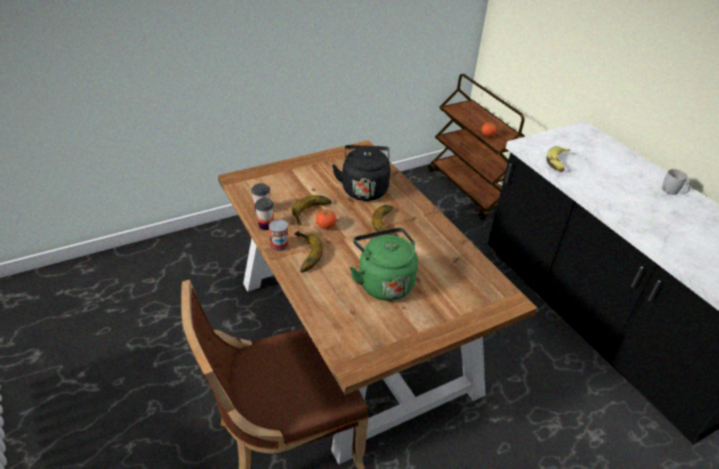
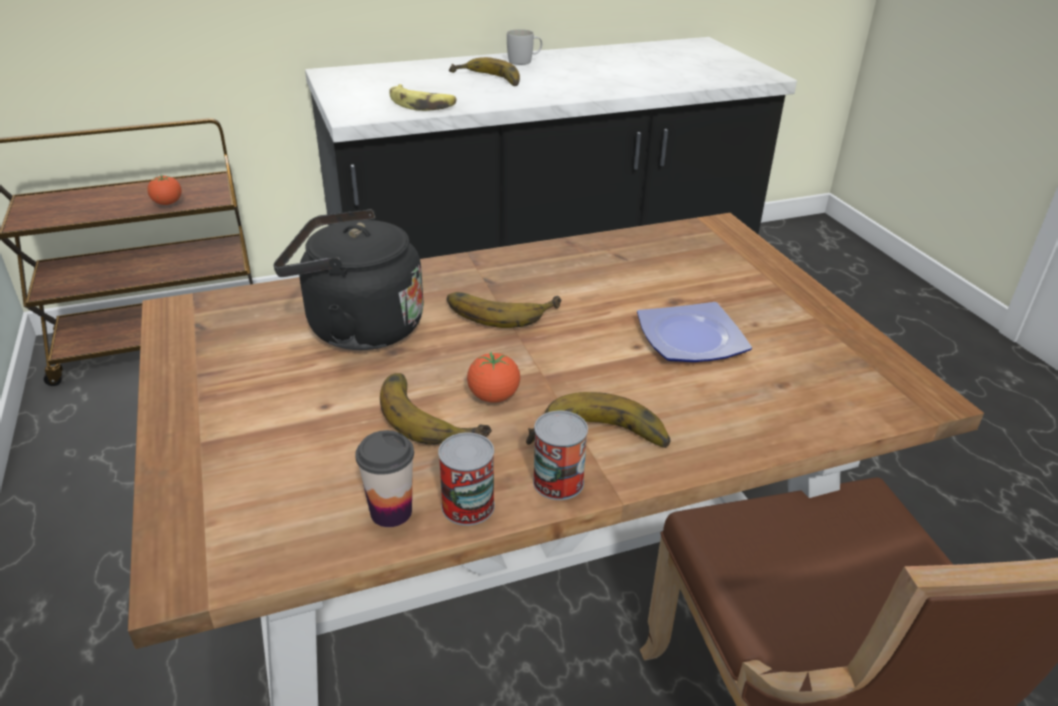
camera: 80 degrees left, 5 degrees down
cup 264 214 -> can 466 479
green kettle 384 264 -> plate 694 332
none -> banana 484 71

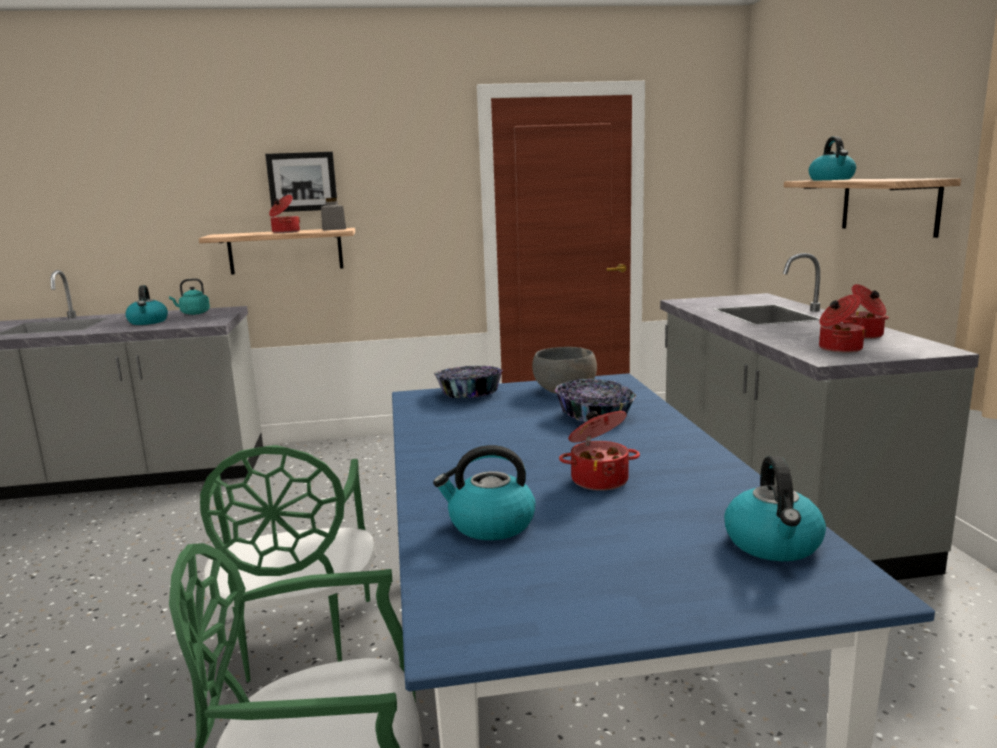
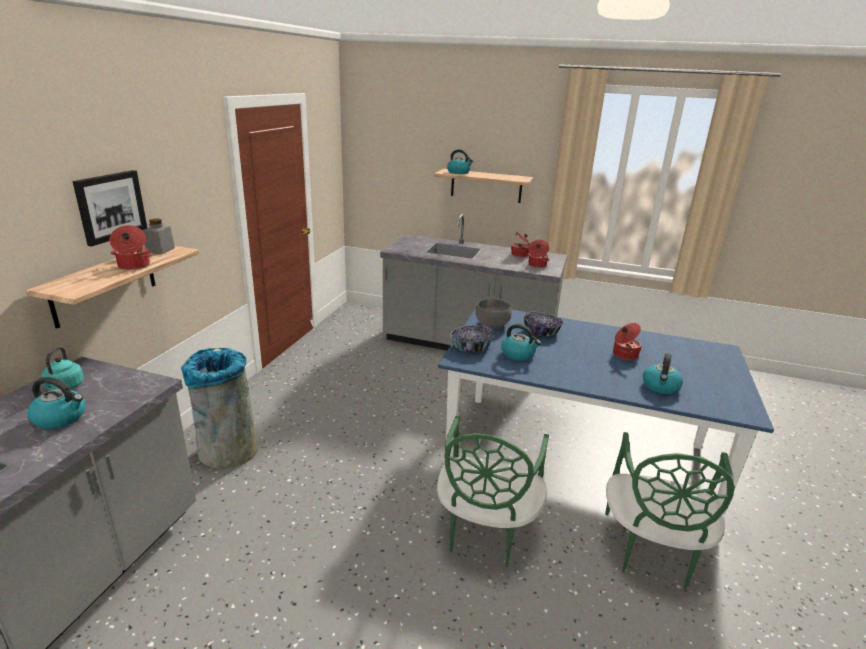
camera: 65 degrees left, 10 degrees up
green chair 288 563 -> green chair 493 491, 90 degrees clockwise
kettle 775 508 -> kettle 521 342, moved
none -> grey trash can 219 408

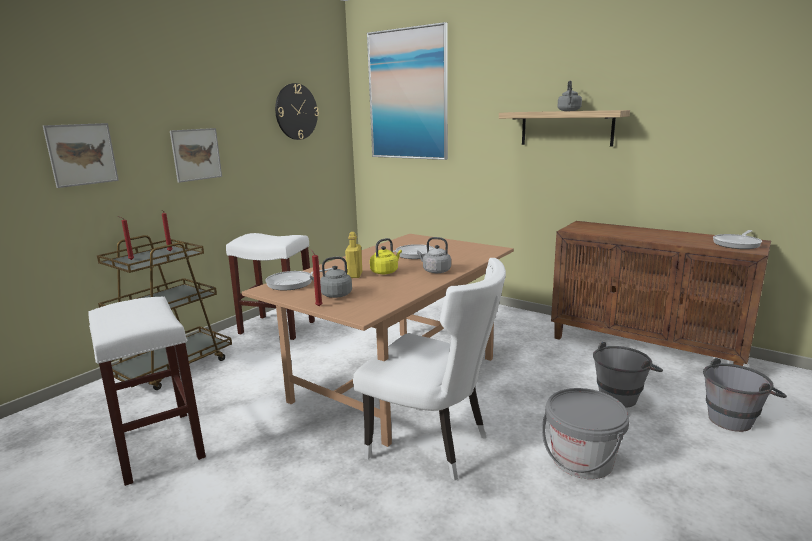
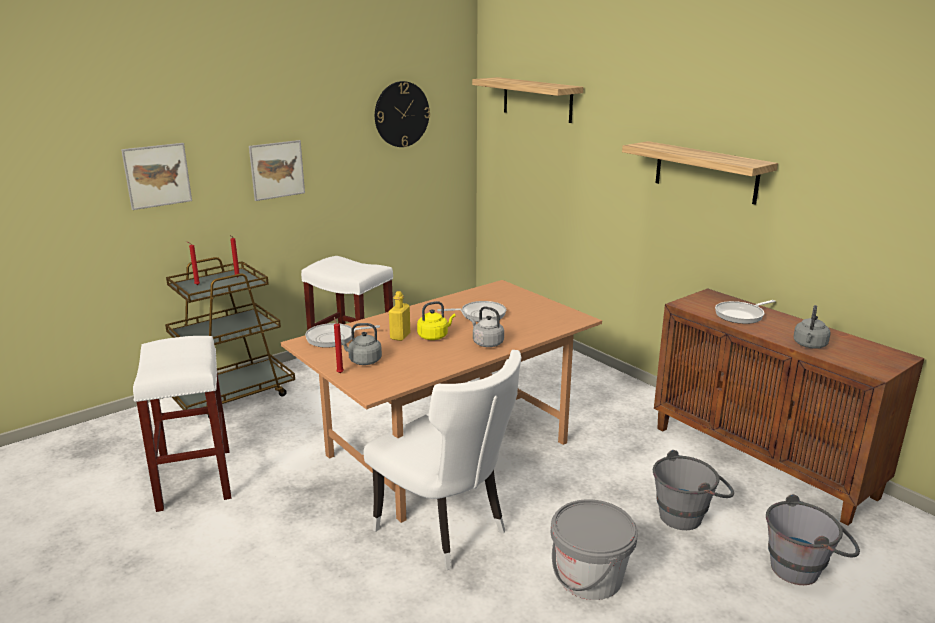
camera: 15 degrees right, 5 degrees up
picture 407 91 -> shelf 528 100
grey kettle 569 96 -> grey kettle 812 327, moved
frying pan 737 239 -> frying pan 745 312, moved

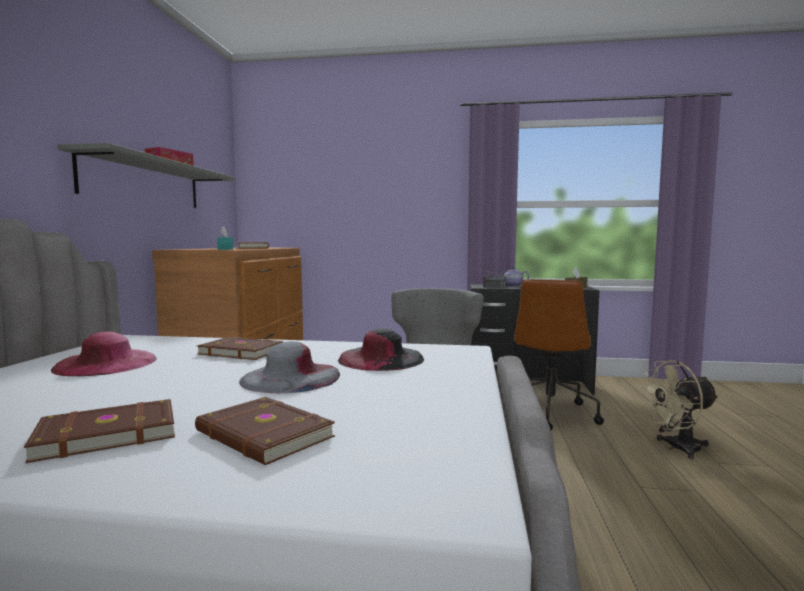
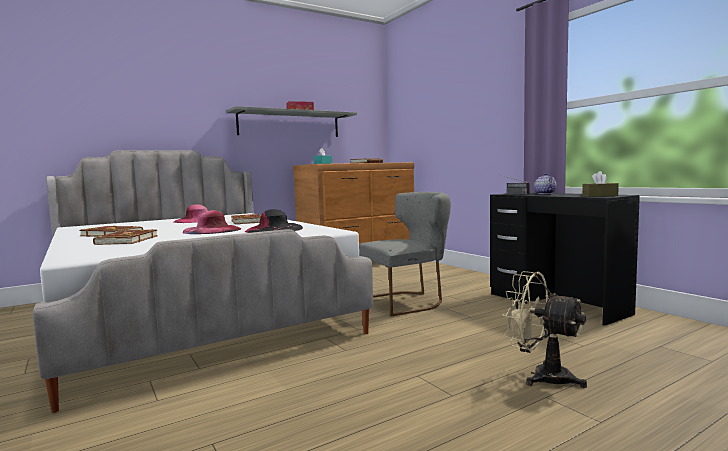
camera: 50 degrees right, 0 degrees up
grey hat 289 367 -> pink hat 212 222
brown office chair 559 354 -> none

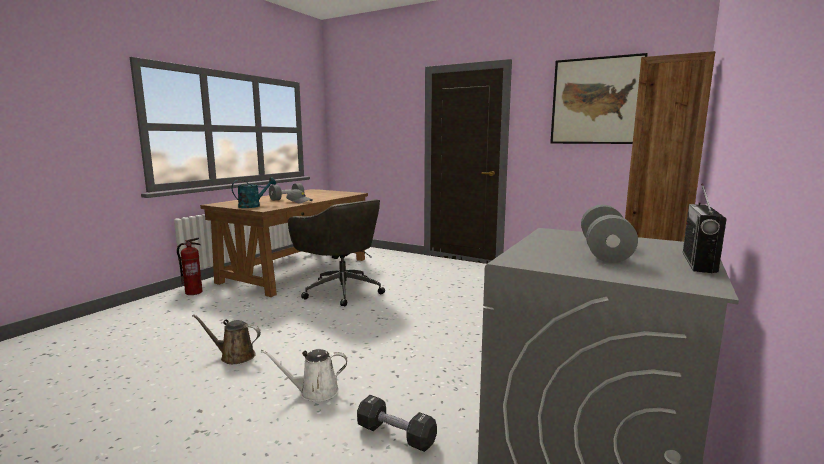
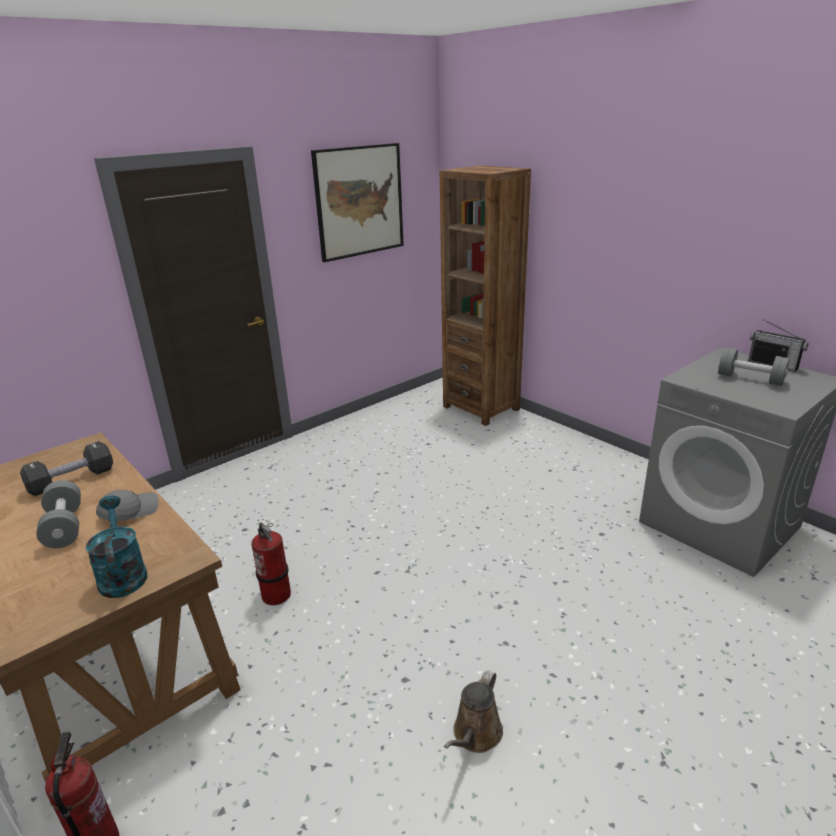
camera: 70 degrees left, 15 degrees up
white watering can 304 375 -> none
grey office chair 336 252 -> fire extinguisher 271 564
black dumbbell 397 423 -> black dumbbell 66 468, moved

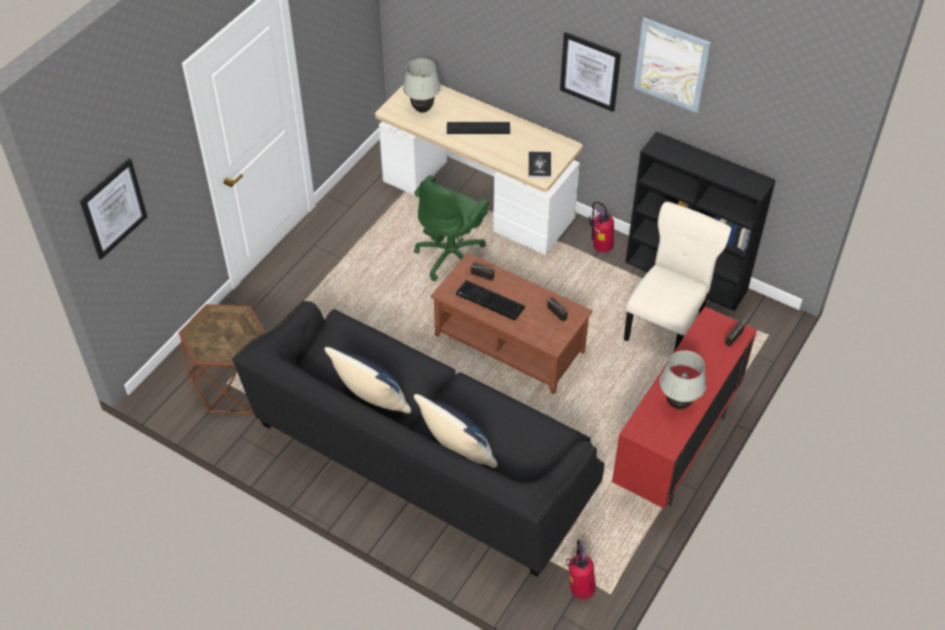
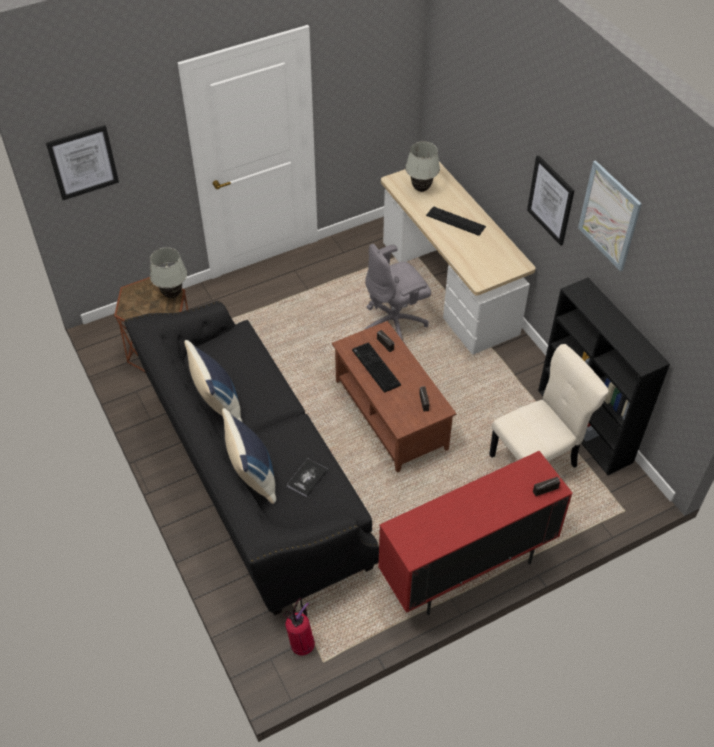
camera: 30 degrees right, 0 degrees up
green office chair 452 228 -> grey office chair 398 294
book 539 164 -> book 307 478, moved
fire extinguisher 601 227 -> none
white table lamp 682 379 -> white table lamp 168 272, moved

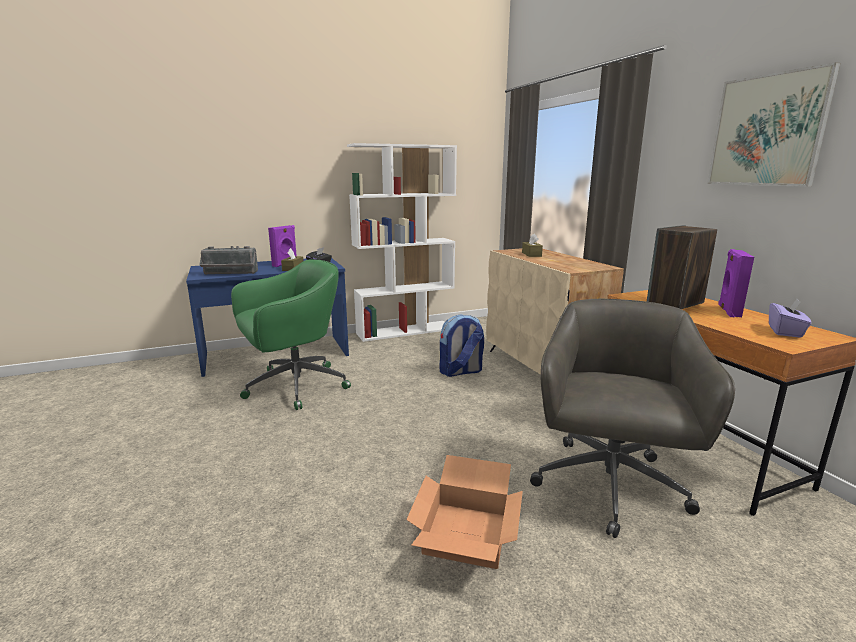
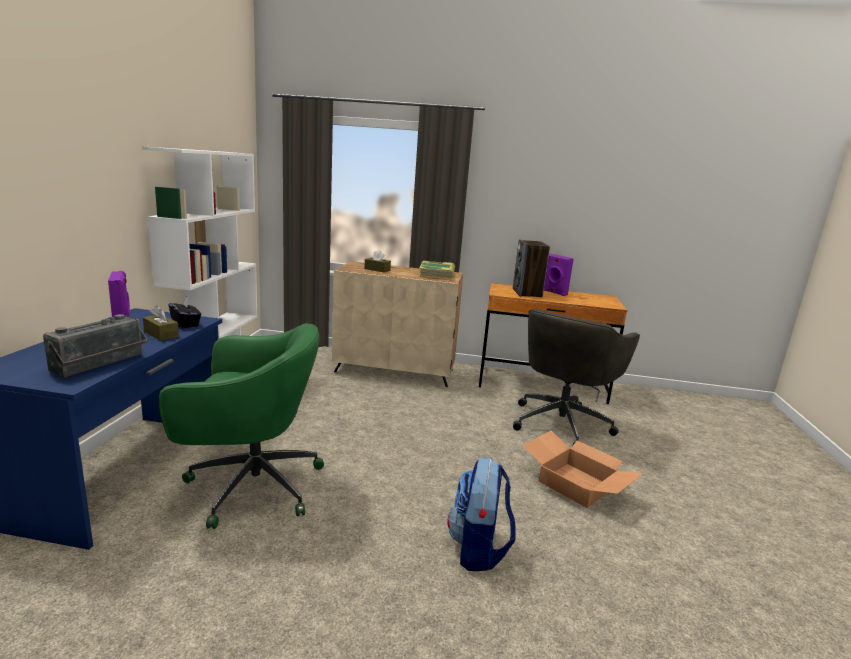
camera: 60 degrees left, 0 degrees up
green office chair 291 334 -> green office chair 241 426, 90 degrees clockwise
backpack 461 346 -> backpack 481 514, moved
grey office chair 632 418 -> grey office chair 576 377, 105 degrees counterclockwise
picture 773 124 -> none
purple tissue box 790 318 -> none
none -> book 437 270

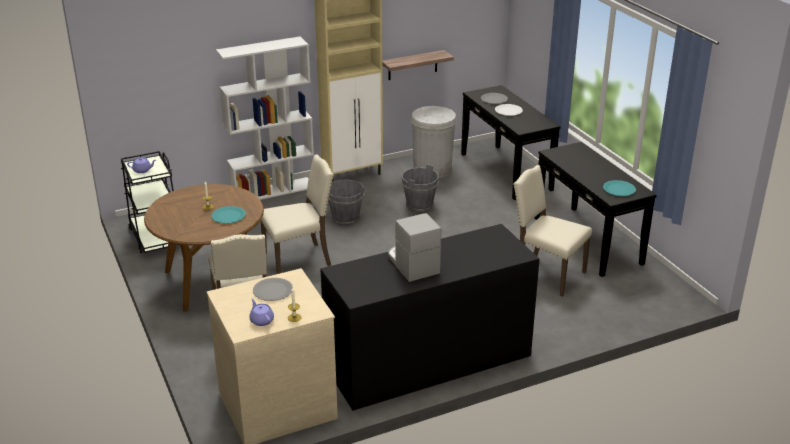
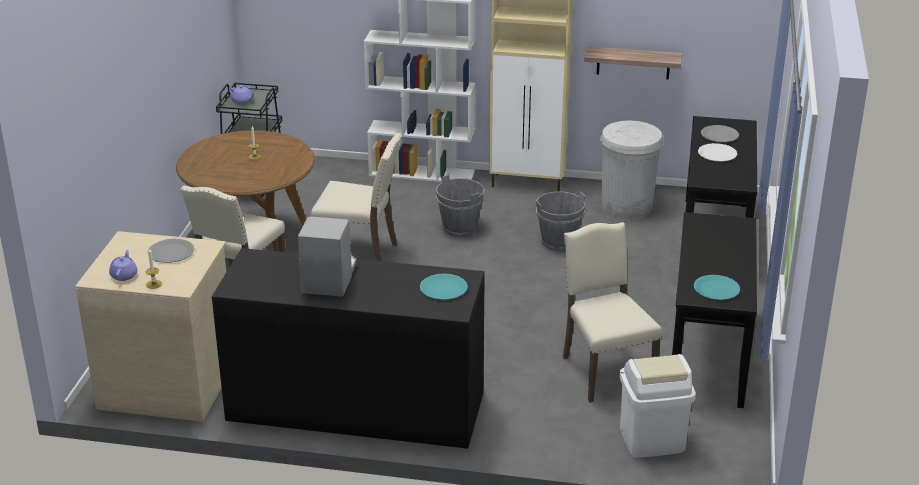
camera: 35 degrees right, 0 degrees up
turquoise plate 229 215 -> turquoise plate 444 286, moved
none -> white trash can 658 406

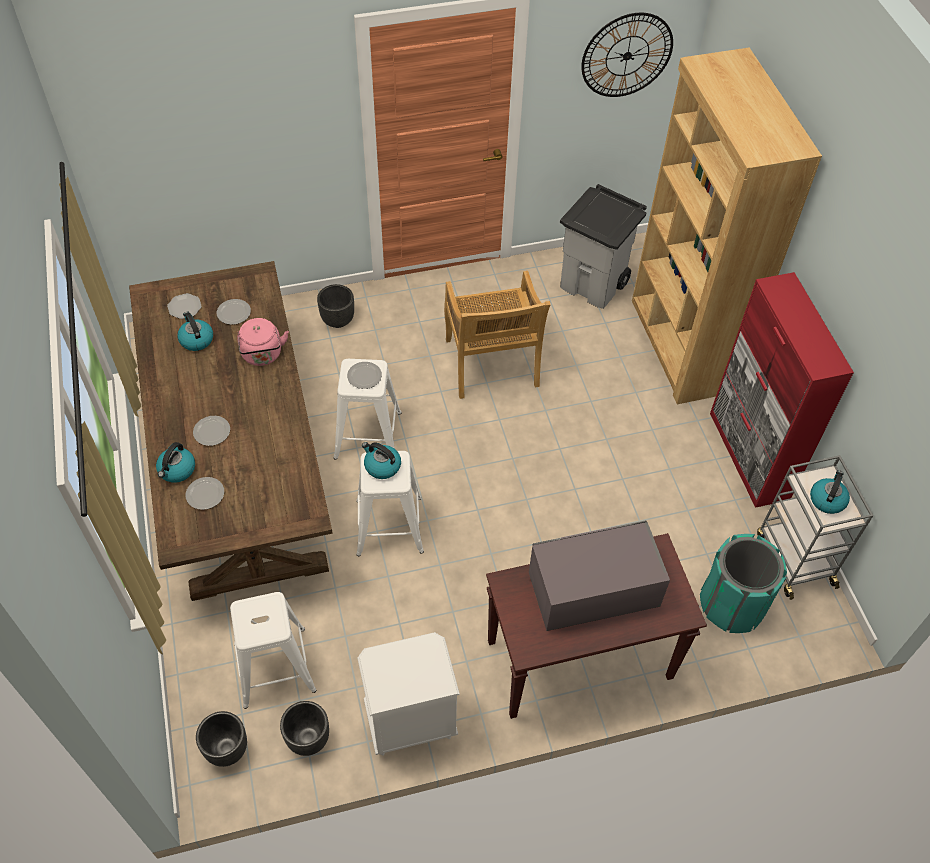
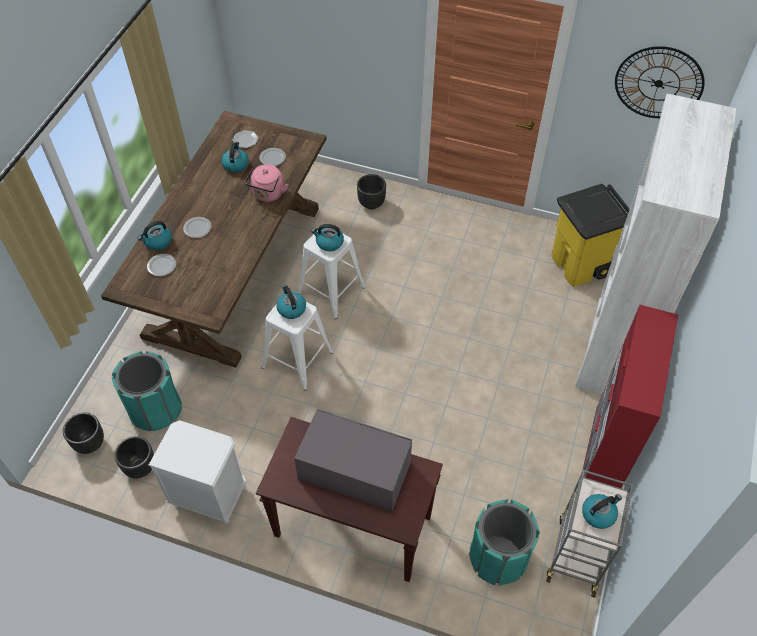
camera: 35 degrees right, 0 degrees up
white stool 273 650 -> turquoise trash can 147 391
plate 364 375 -> kettle 327 237
beige chair 497 335 -> none
grey trash can 603 246 -> yellow trash can 591 235
brown bookcase 727 225 -> white bookcase 655 244

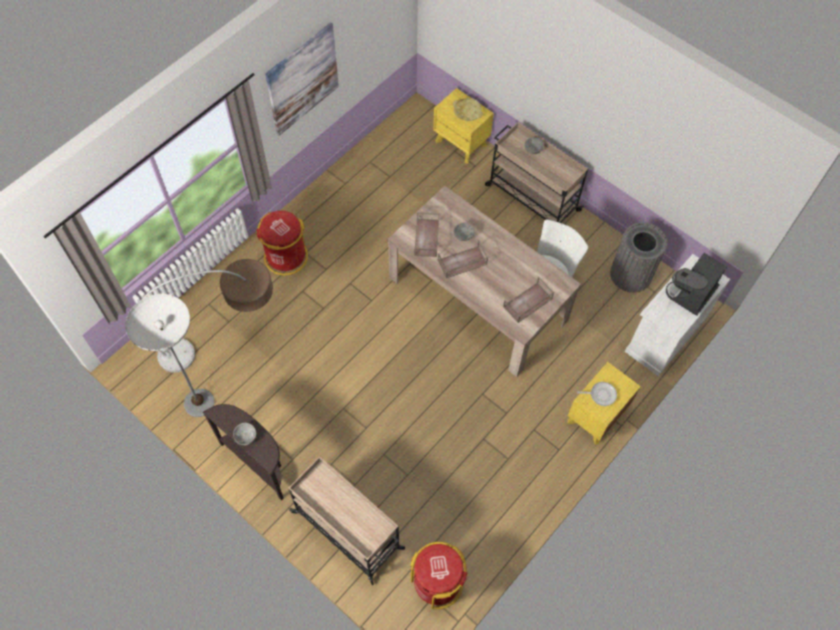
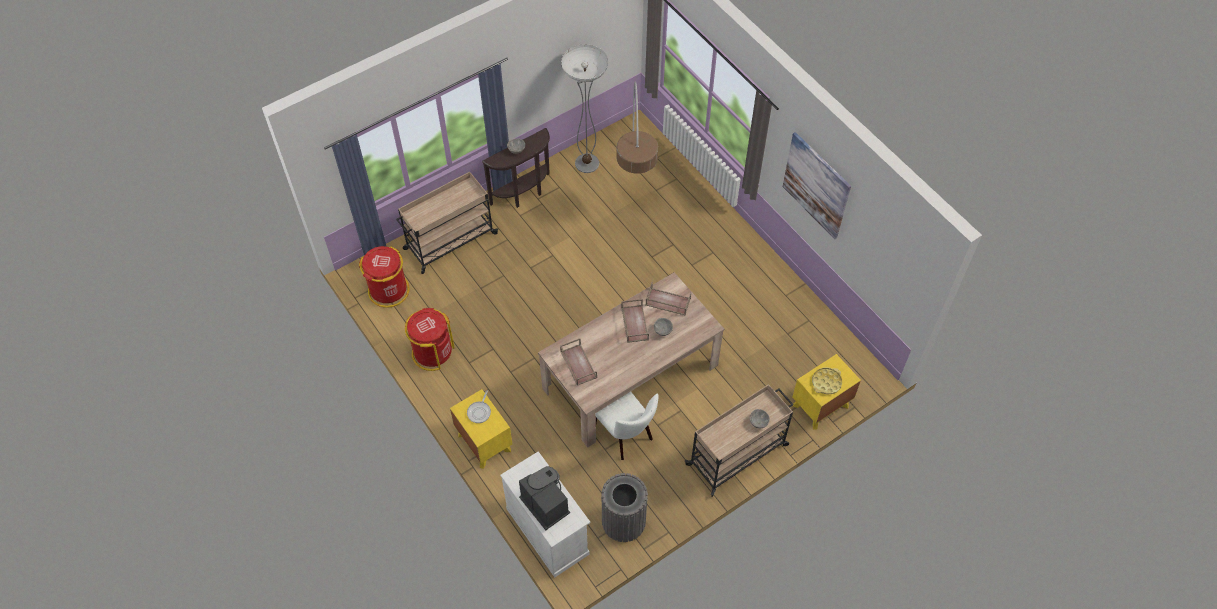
camera: 105 degrees right, 5 degrees down
red trash can 282 243 -> red trash can 430 339, moved

